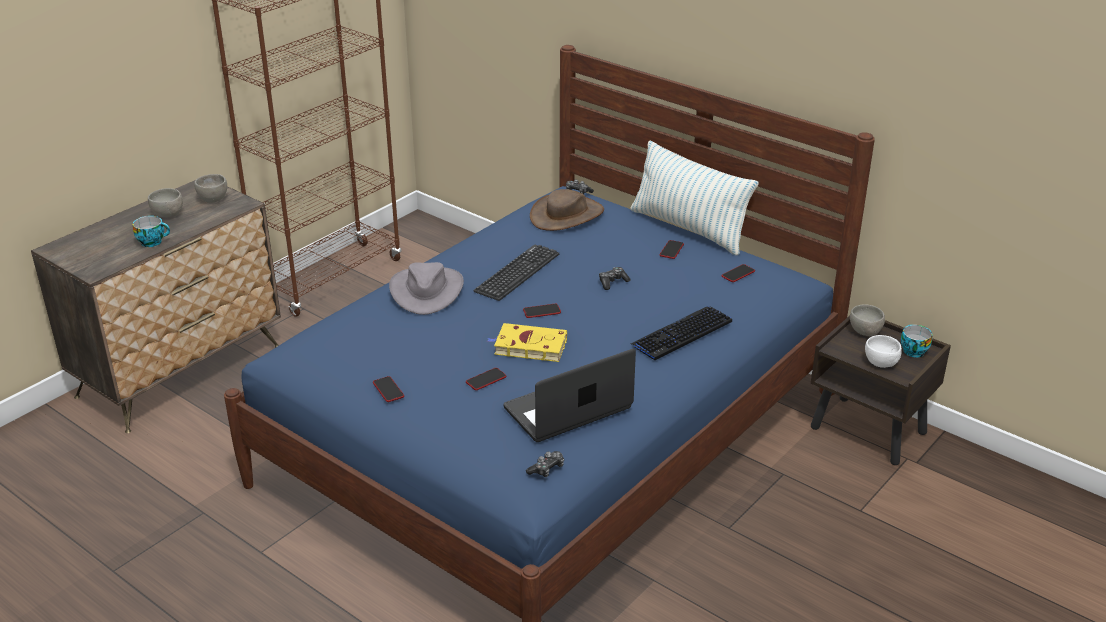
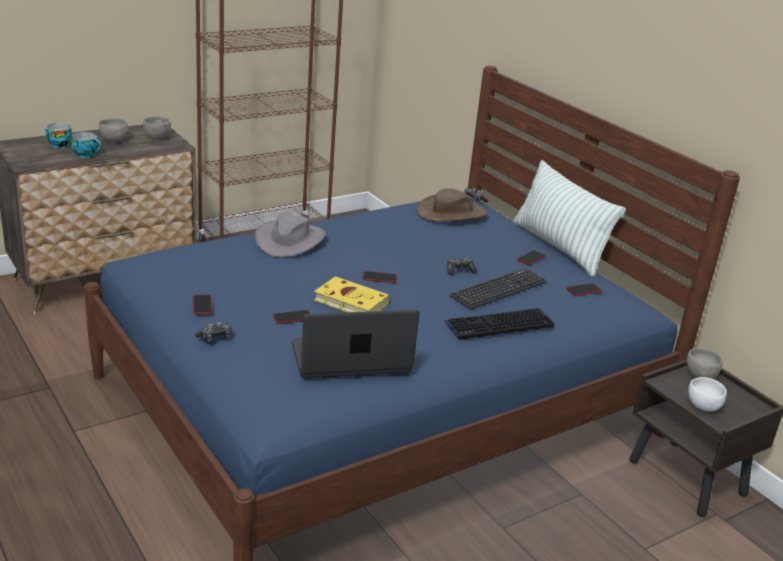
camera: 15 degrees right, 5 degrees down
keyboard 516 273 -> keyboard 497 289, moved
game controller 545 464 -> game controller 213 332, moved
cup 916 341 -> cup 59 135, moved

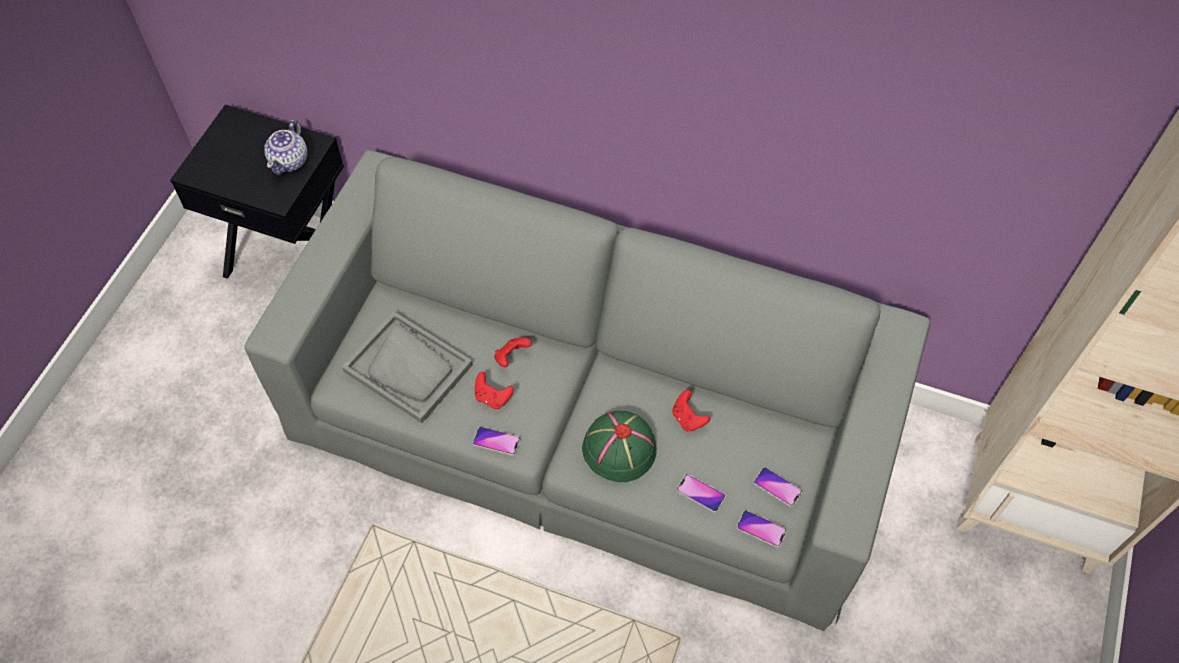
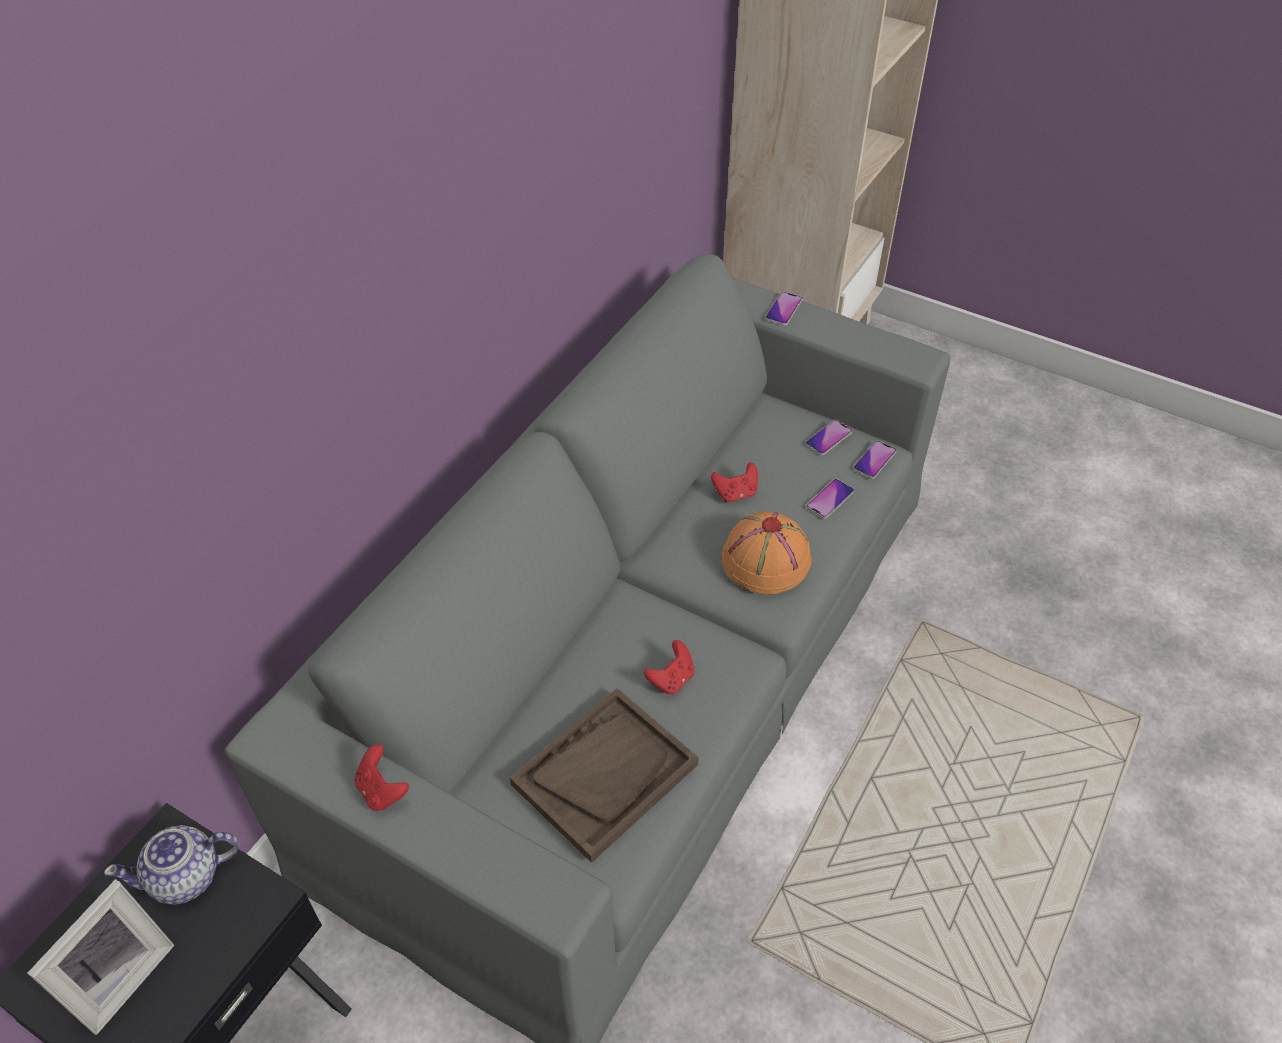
camera: 80 degrees left, 10 degrees down
teapot 286 147 -> teapot 171 865, 135 degrees clockwise
grey tray 407 367 -> brown tray 604 775
phone 496 441 -> phone 784 308, moved
red game controller 513 352 -> red game controller 382 777, moved
green hat 619 446 -> orange hat 767 552
none -> picture frame 100 957

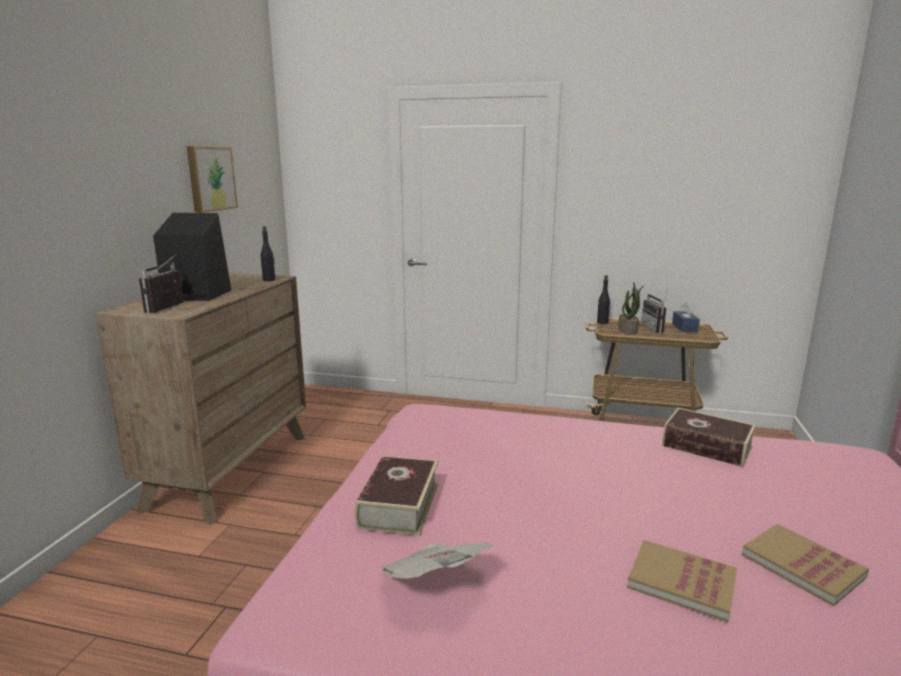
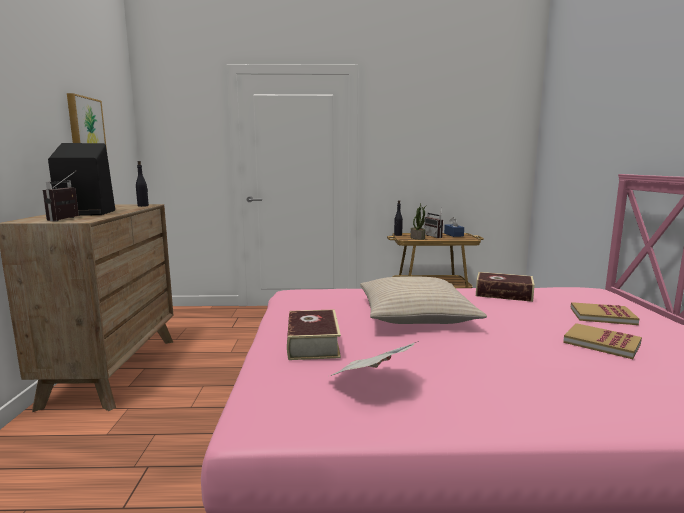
camera: 15 degrees left, 5 degrees down
book 682 581 -> book 605 313, moved
none -> beige pillow 423 300

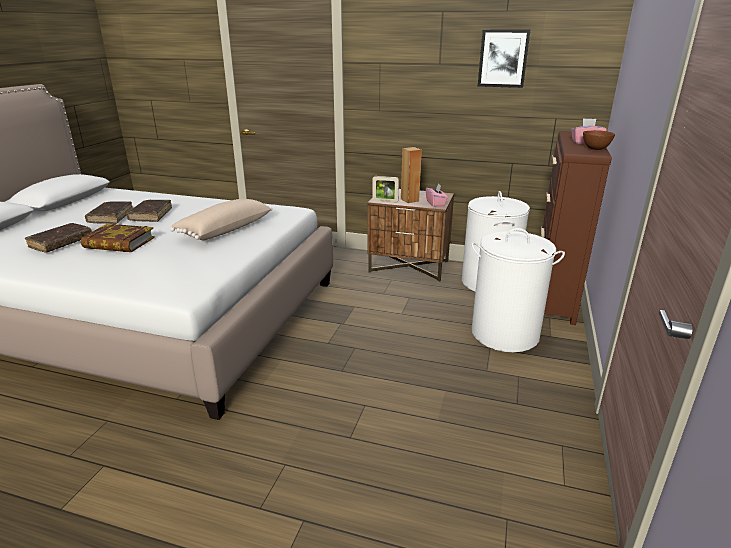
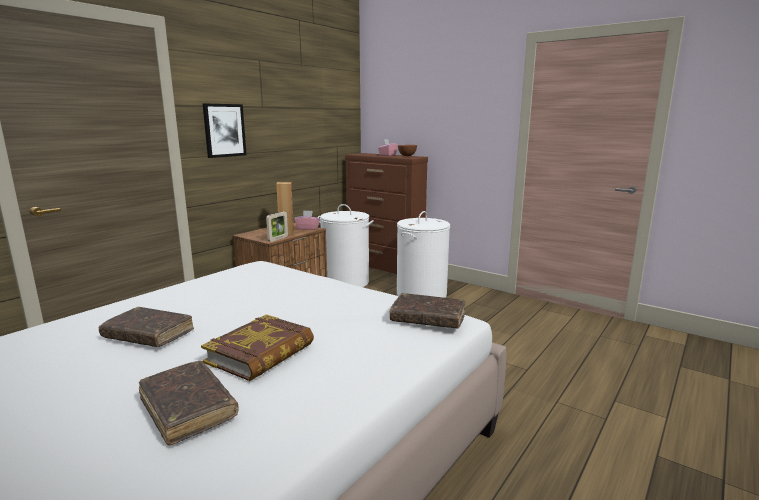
camera: 70 degrees left, 10 degrees down
brown book 109 212 -> brown book 428 310, moved
beige pillow 221 219 -> none
picture 504 58 -> picture 225 130, moved

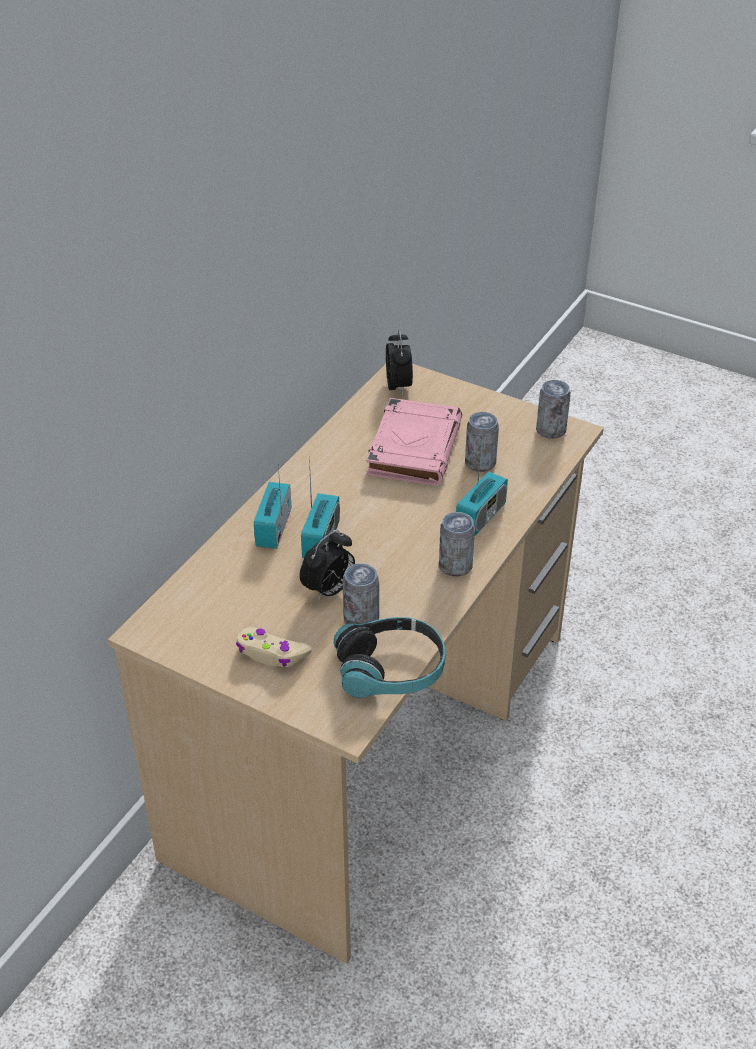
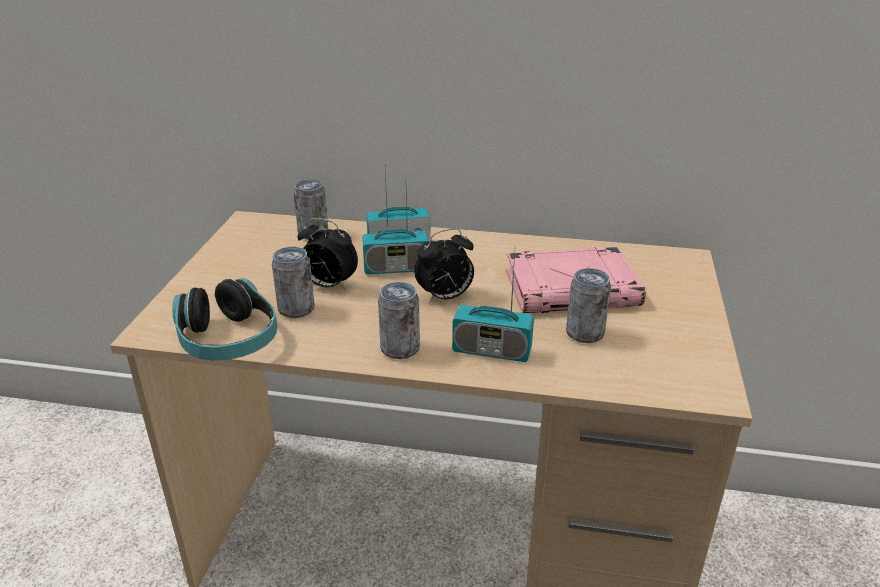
camera: 70 degrees right, 10 degrees down
beige game controller 274 647 -> none
alarm clock 399 363 -> alarm clock 444 265, moved
can 553 409 -> can 310 209, moved

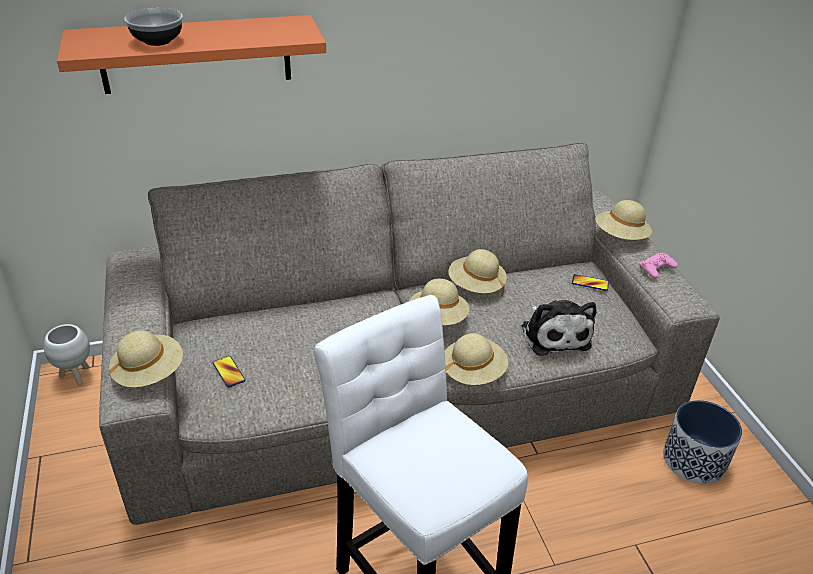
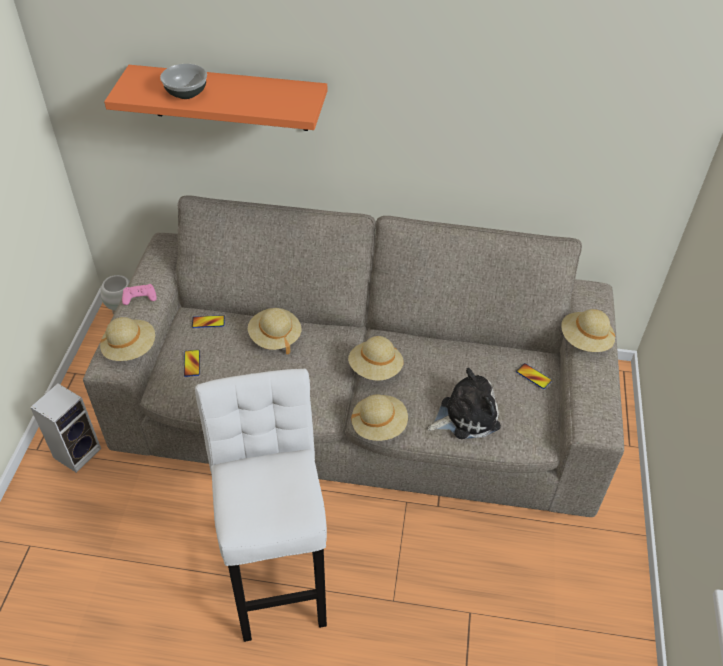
camera: 25 degrees right, 10 degrees up
beige hat 477 272 -> beige hat 274 331, moved
plush toy 558 328 -> plush toy 464 403, 120 degrees counterclockwise
pink game controller 658 265 -> pink game controller 139 294, moved
planter 702 442 -> none
none -> speaker 65 428
none -> phone 208 321

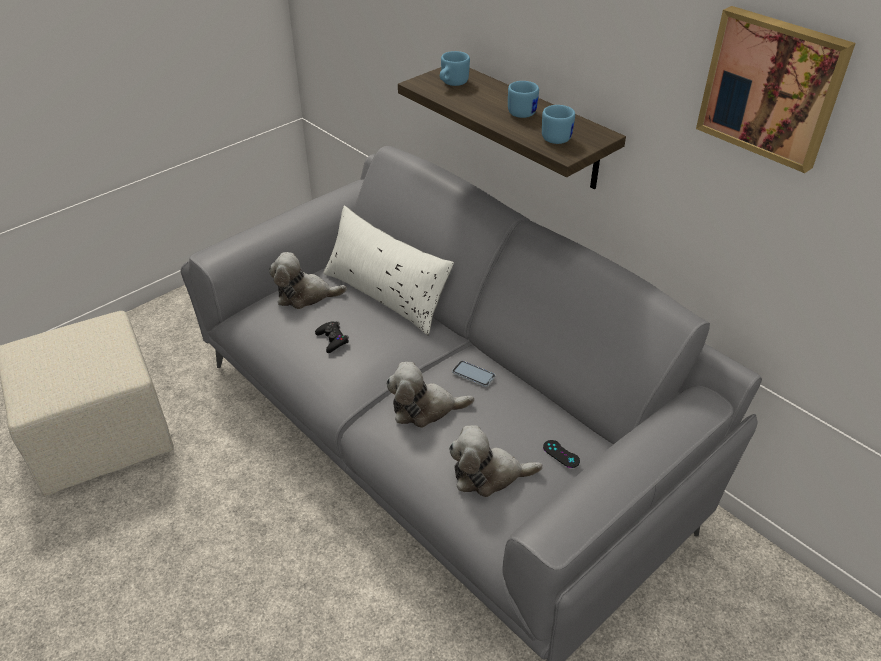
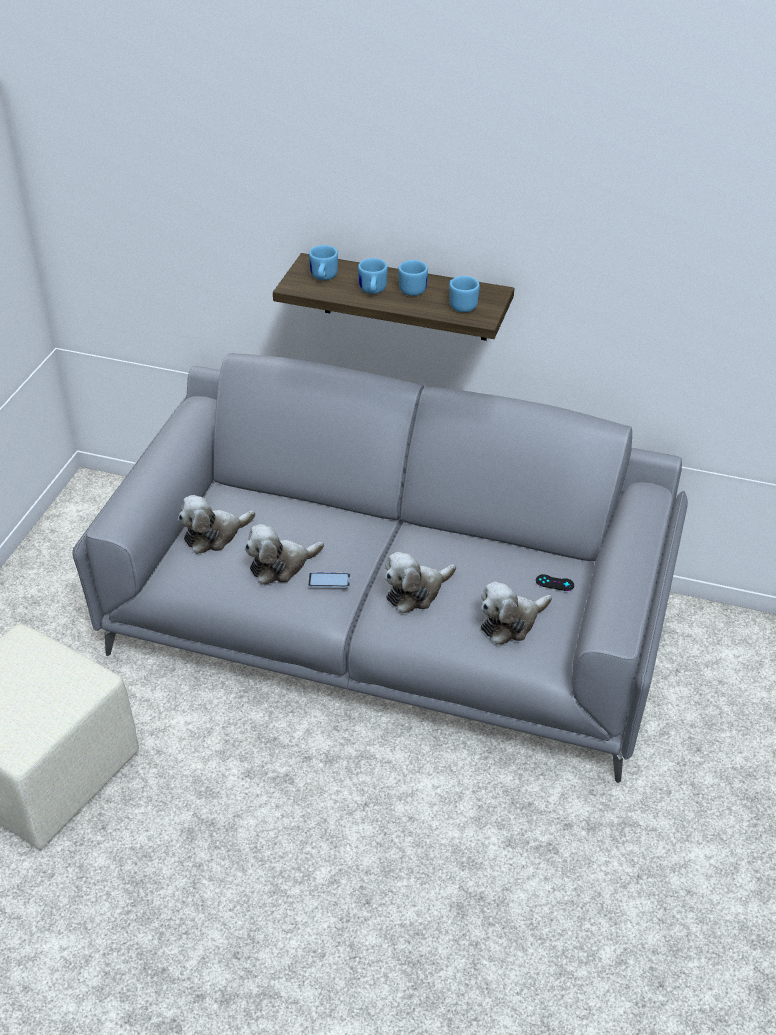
camera: 30 degrees left, 0 degrees up
black game controller 332 337 -> plush toy 284 554
white pillow 388 270 -> none
phone 473 374 -> phone 329 580, moved
picture 776 89 -> none
none -> blue mug 373 276

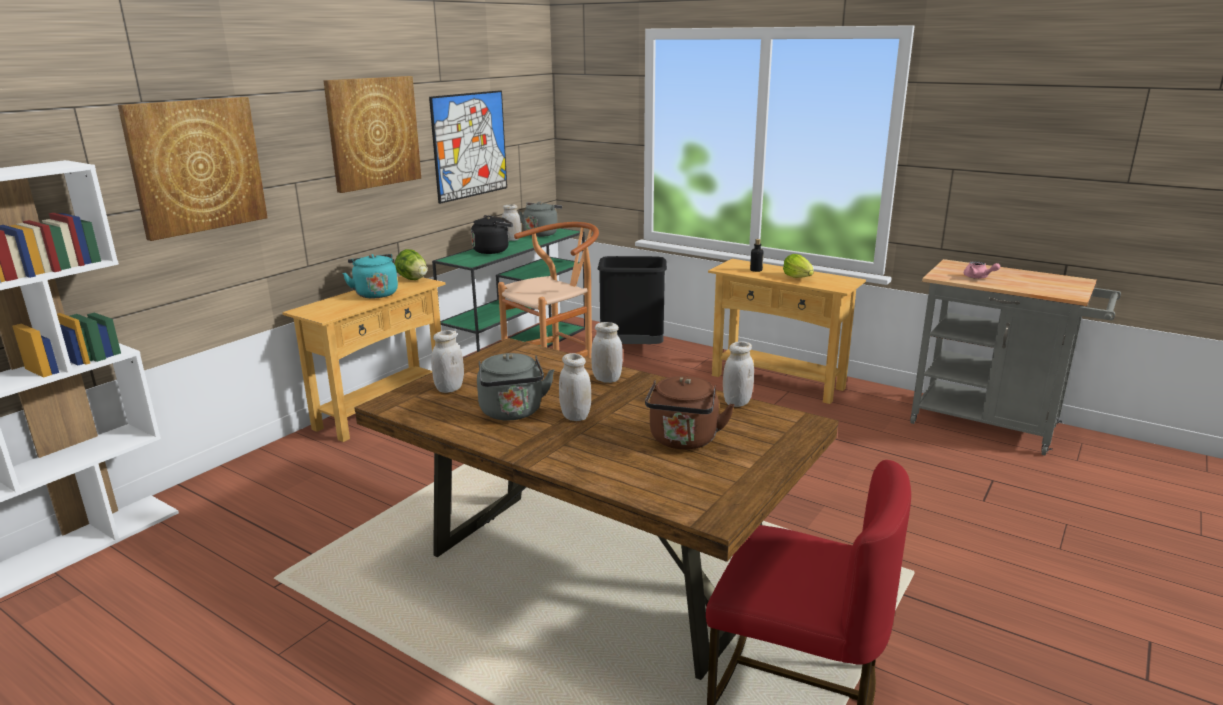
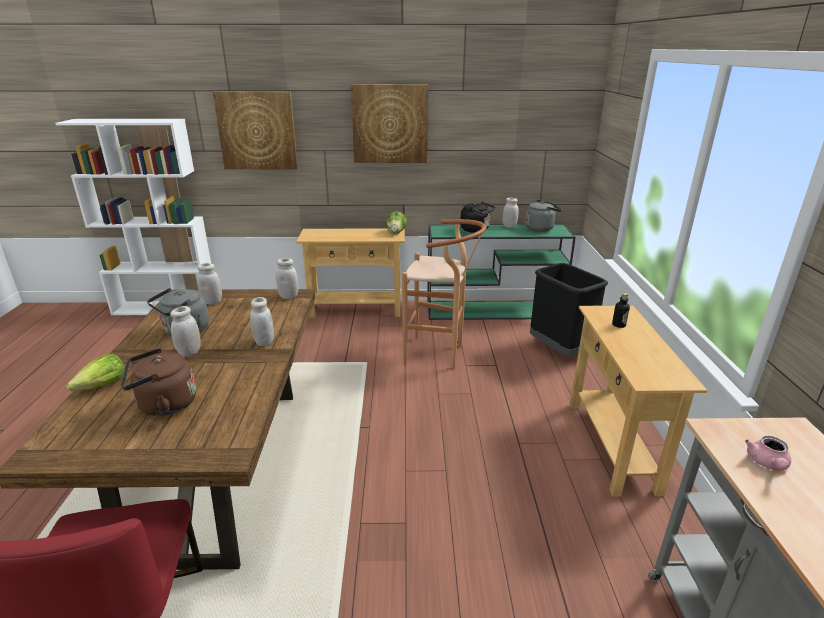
camera: 55 degrees right, 5 degrees up
turquoise kettle 370 276 -> none
picture 468 147 -> none
white jar 738 374 -> white jar 287 278, moved
lettuce 798 266 -> lettuce 95 372, moved

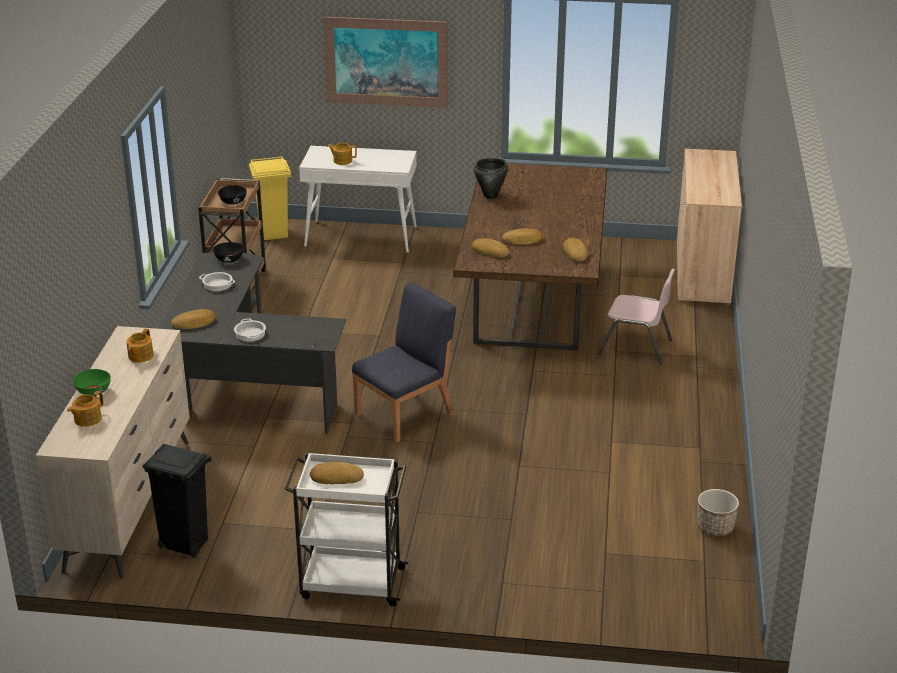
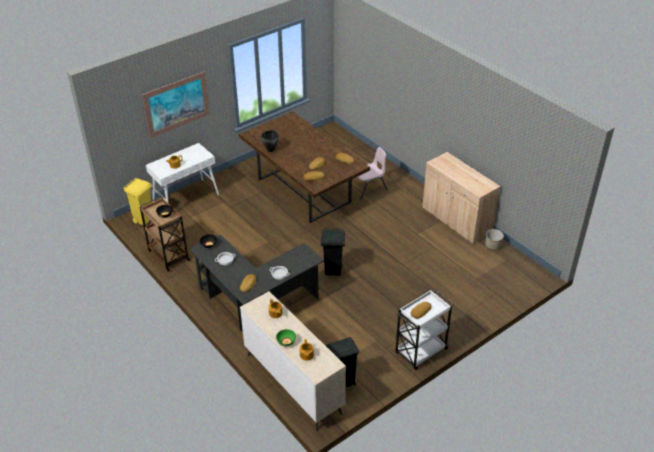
camera: 45 degrees left, 10 degrees up
blue chair 404 362 -> black trash can 333 251
beige cabinet 709 227 -> beige cabinet 461 198, moved

